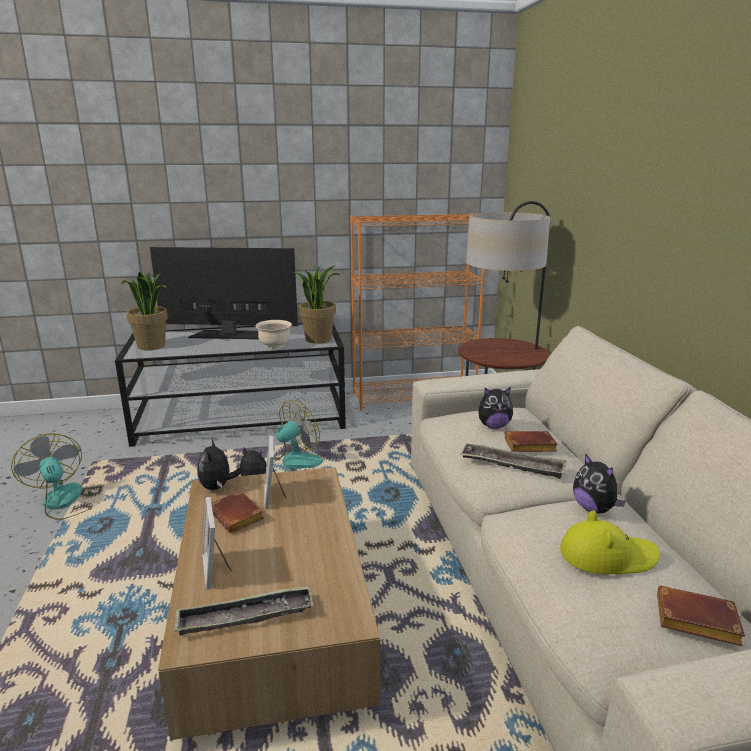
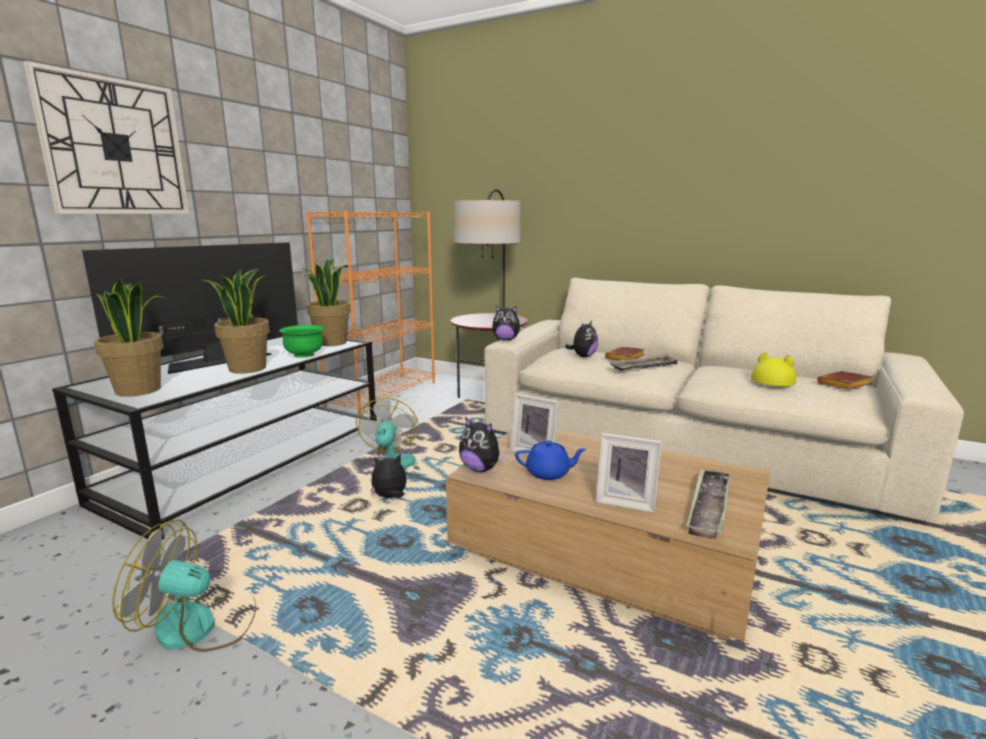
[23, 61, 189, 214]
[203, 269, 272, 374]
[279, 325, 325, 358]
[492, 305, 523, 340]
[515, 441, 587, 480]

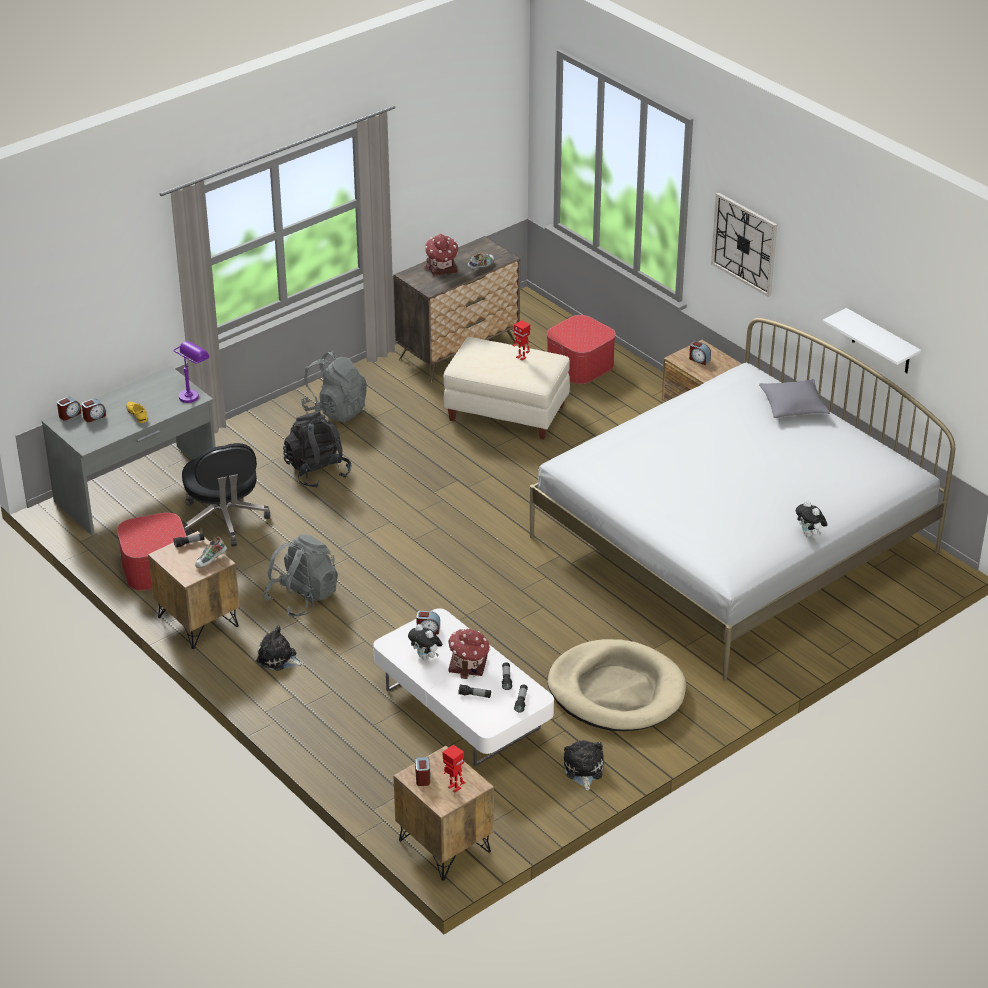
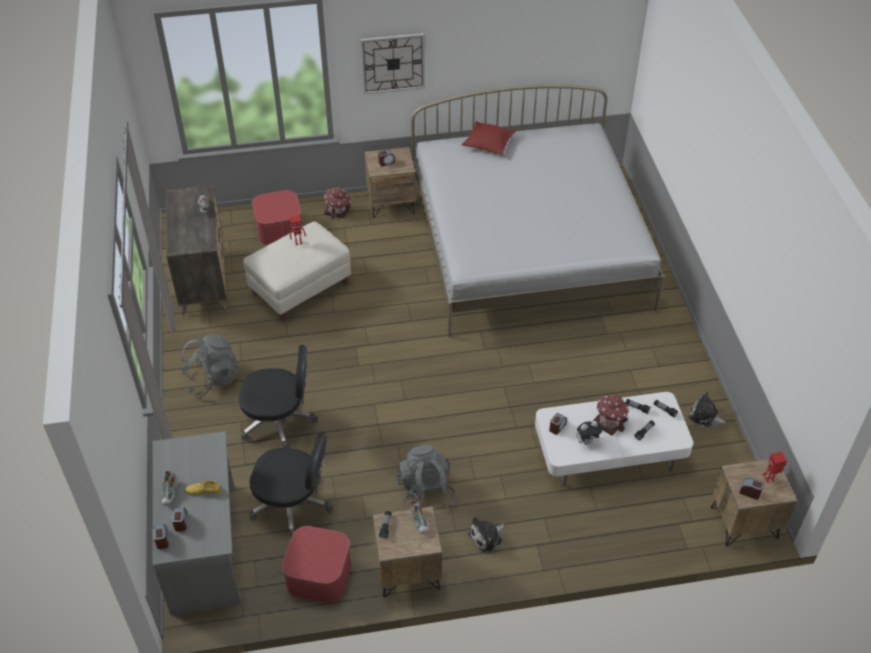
[162, 471, 177, 506]
[239, 345, 318, 448]
[324, 188, 350, 220]
[462, 121, 516, 155]
[173, 341, 210, 403] (first image)
[547, 639, 686, 731] (first image)
[796, 501, 828, 537] (first image)
[823, 308, 921, 373] (first image)

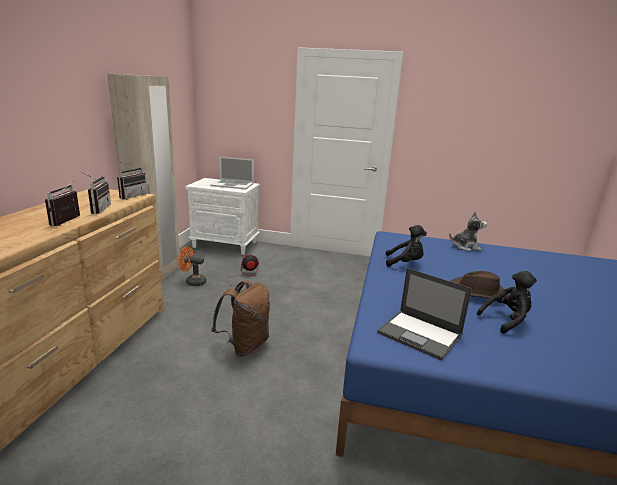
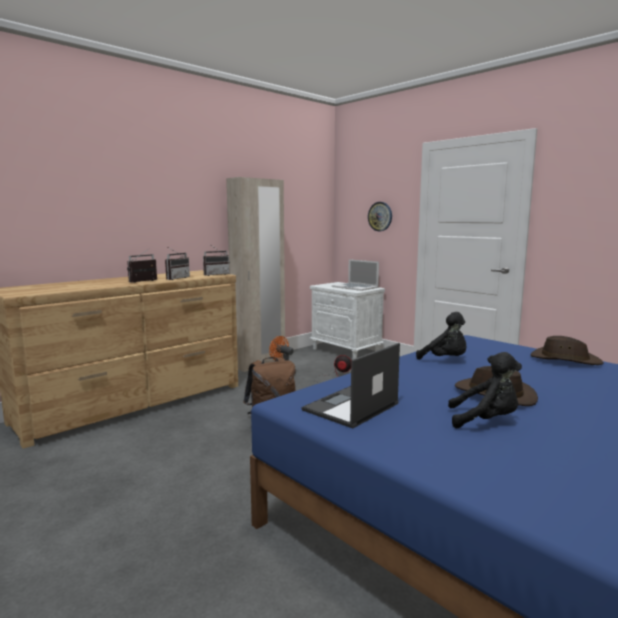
[302, 343, 400, 428]
[368, 202, 392, 231]
[531, 336, 604, 365]

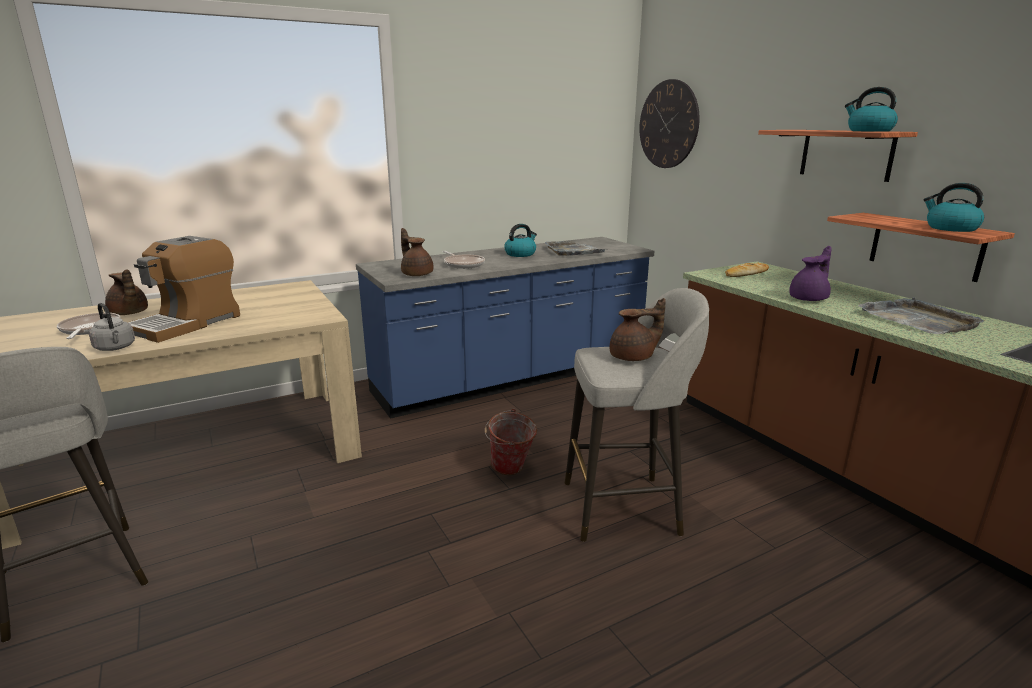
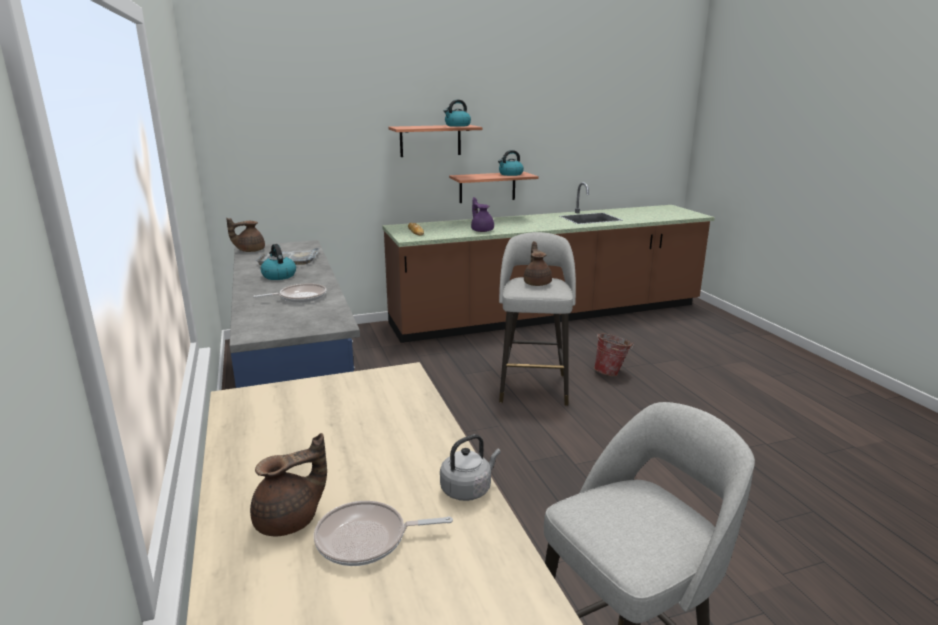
[226, 218, 265, 252]
[594, 334, 634, 376]
[128, 236, 240, 343] (first image)
[639, 79, 699, 168] (first image)
[858, 297, 984, 334] (first image)

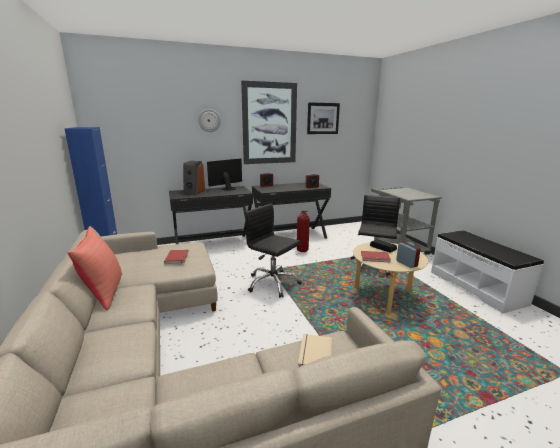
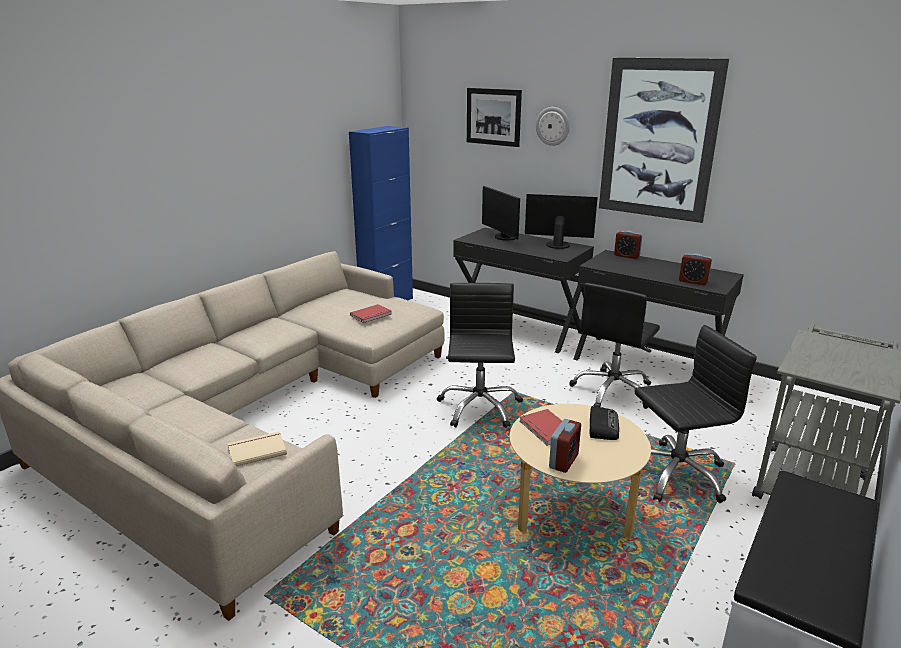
[467, 88, 522, 147]
[482, 186, 520, 241]
[569, 283, 660, 409]
[68, 226, 122, 310] (first image)

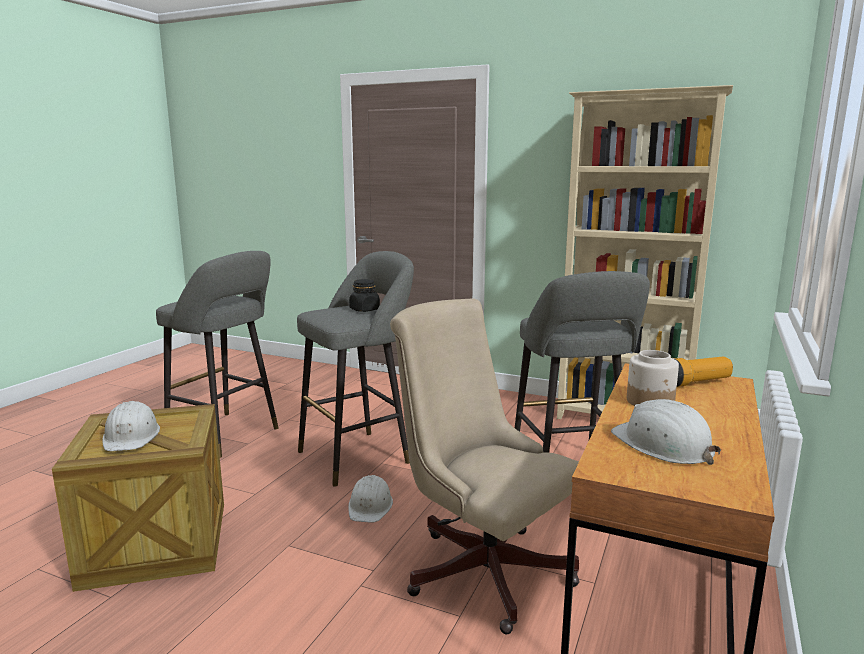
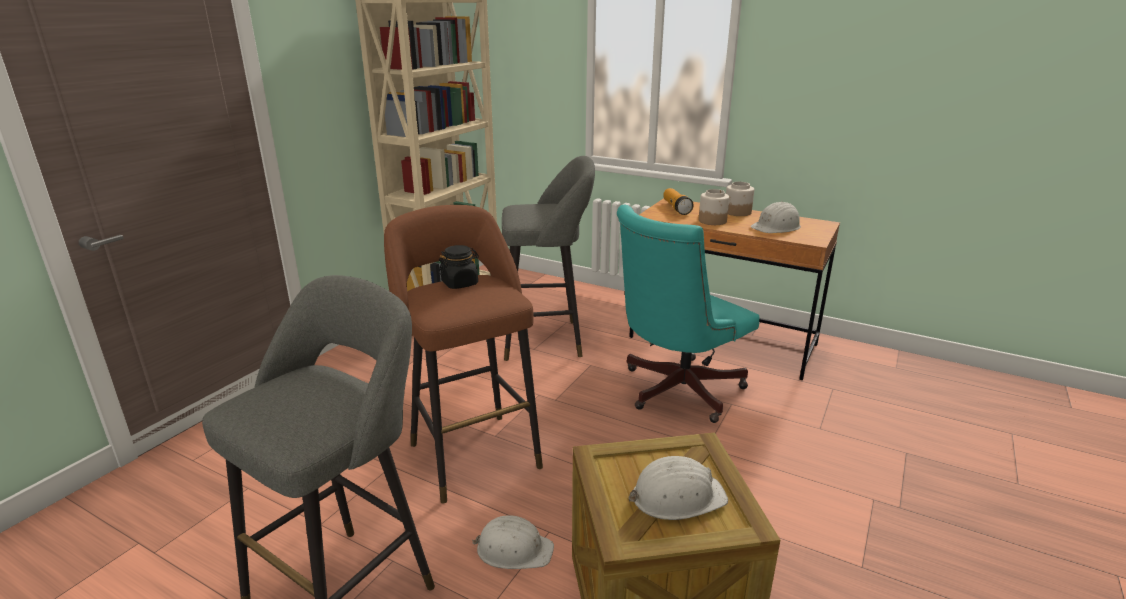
[384, 205, 543, 504]
[472, 515, 554, 569]
[617, 205, 759, 423]
[726, 182, 754, 216]

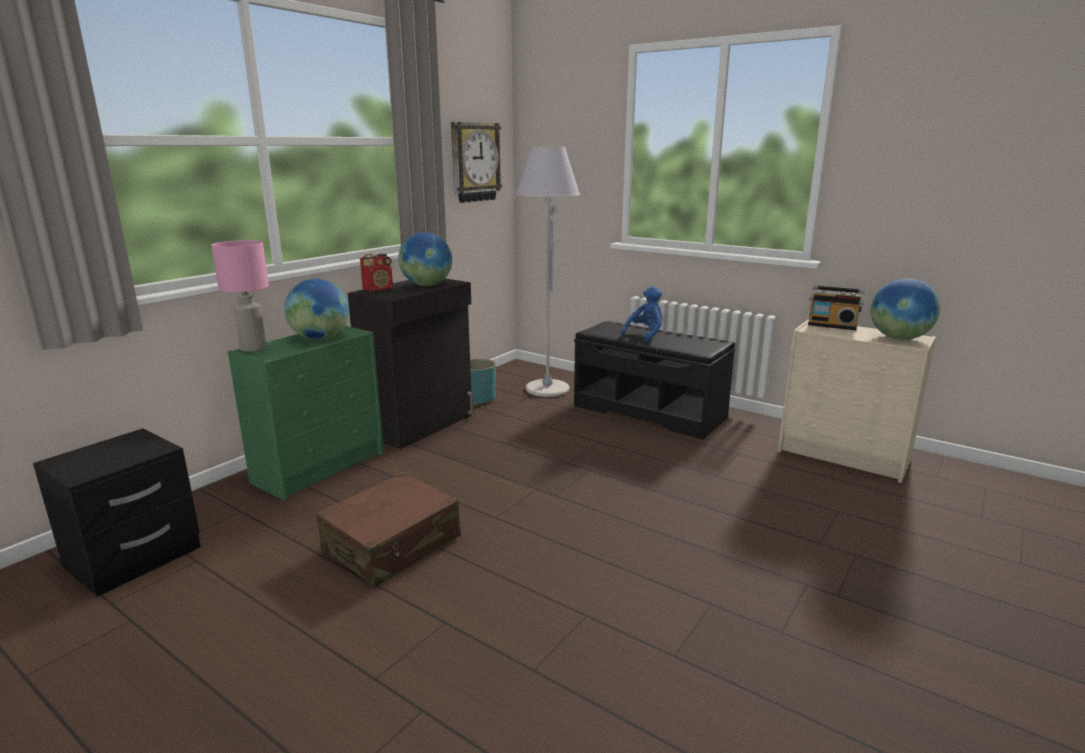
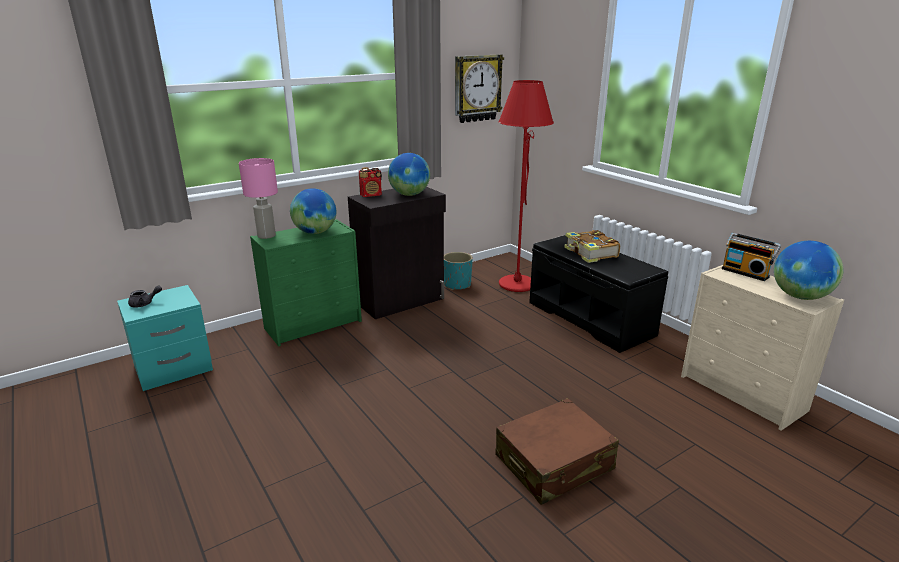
[117, 285, 213, 391]
[128, 286, 162, 307]
[495, 398, 619, 505]
[498, 80, 554, 292]
[564, 230, 620, 263]

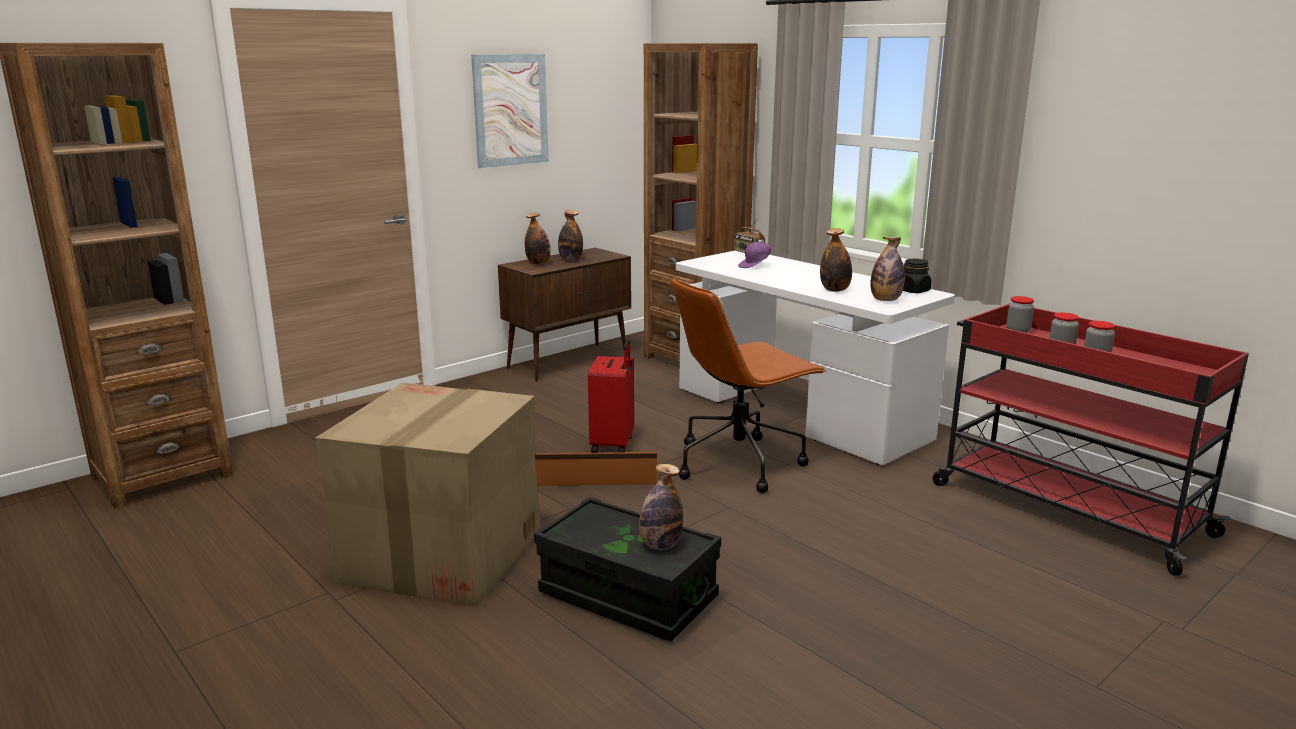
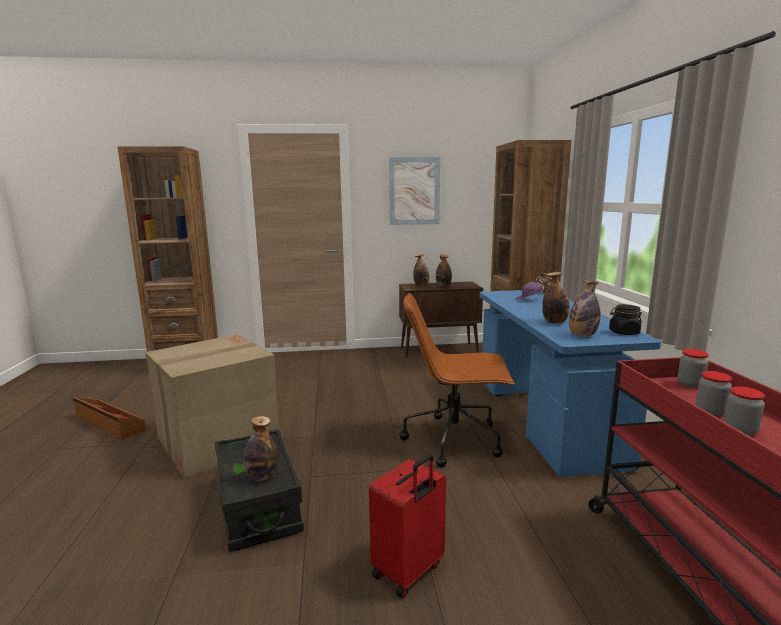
[73, 397, 146, 440]
[369, 454, 446, 598]
[480, 290, 661, 477]

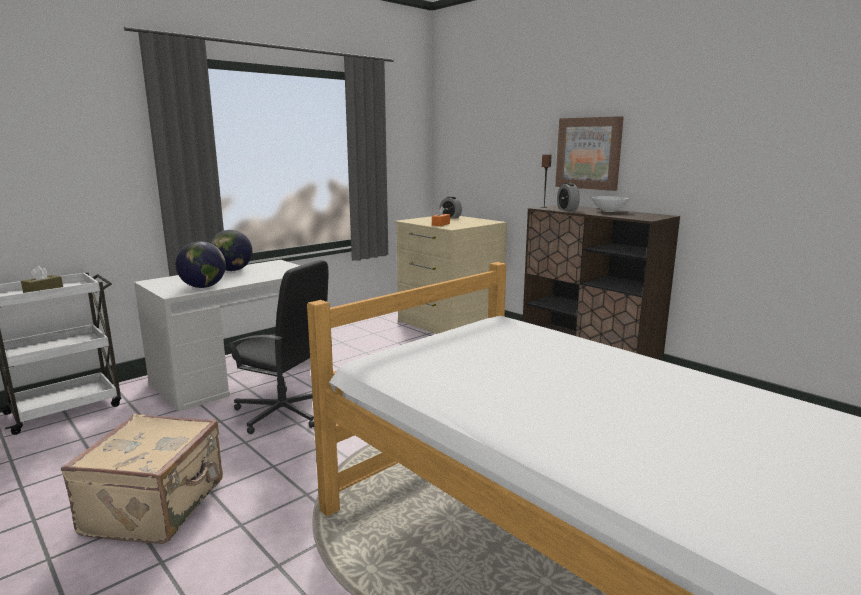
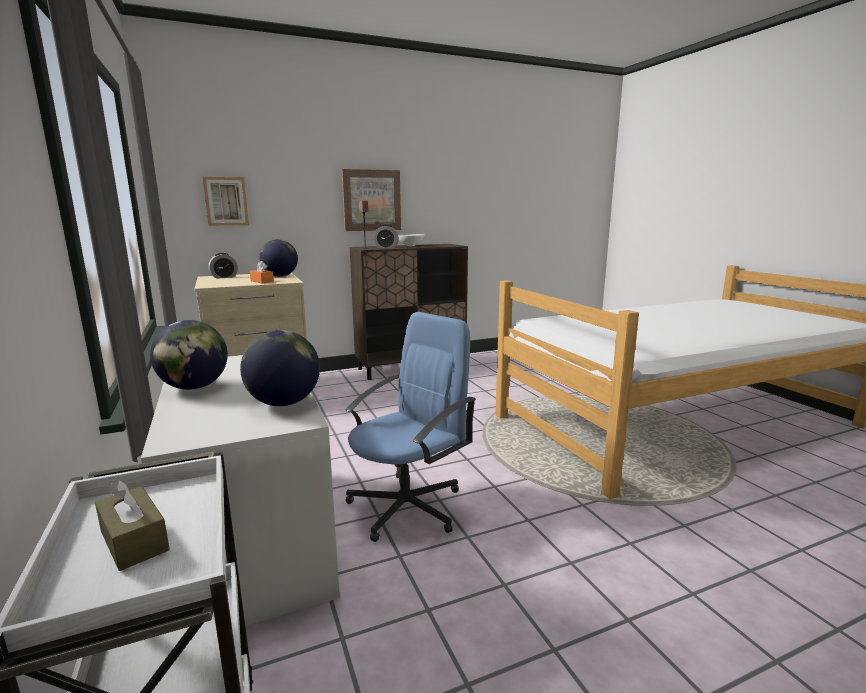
[203, 177, 249, 226]
[259, 239, 298, 277]
[345, 312, 476, 542]
[61, 414, 223, 544] (first image)

